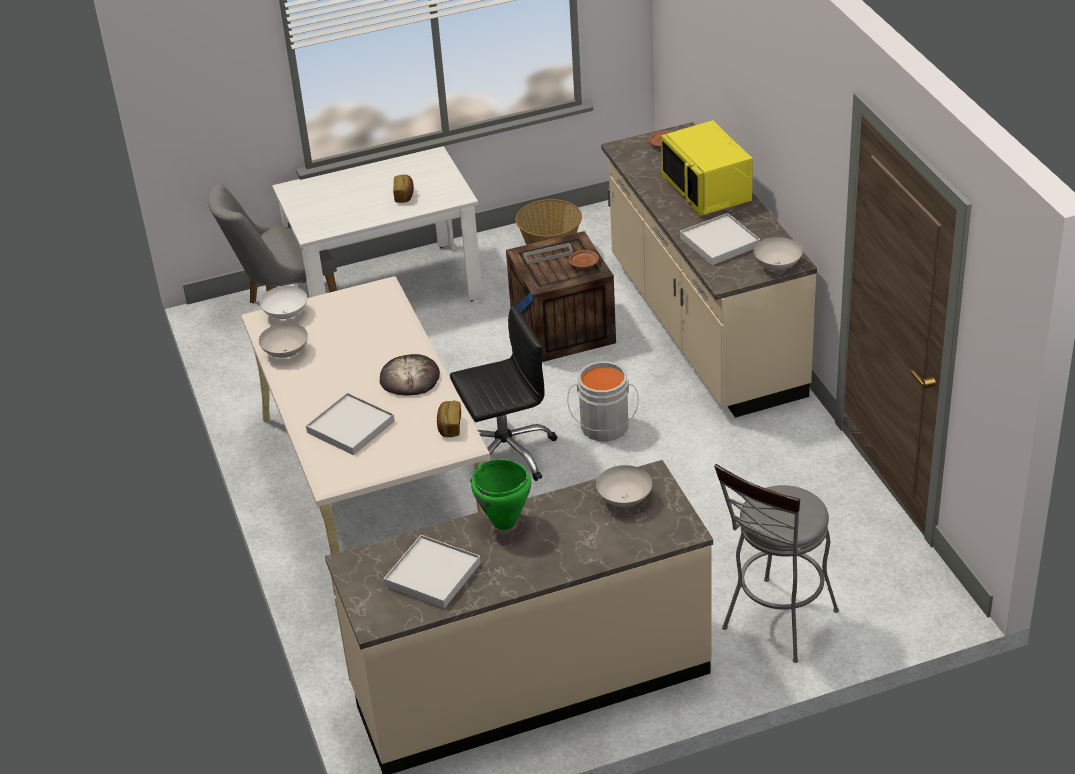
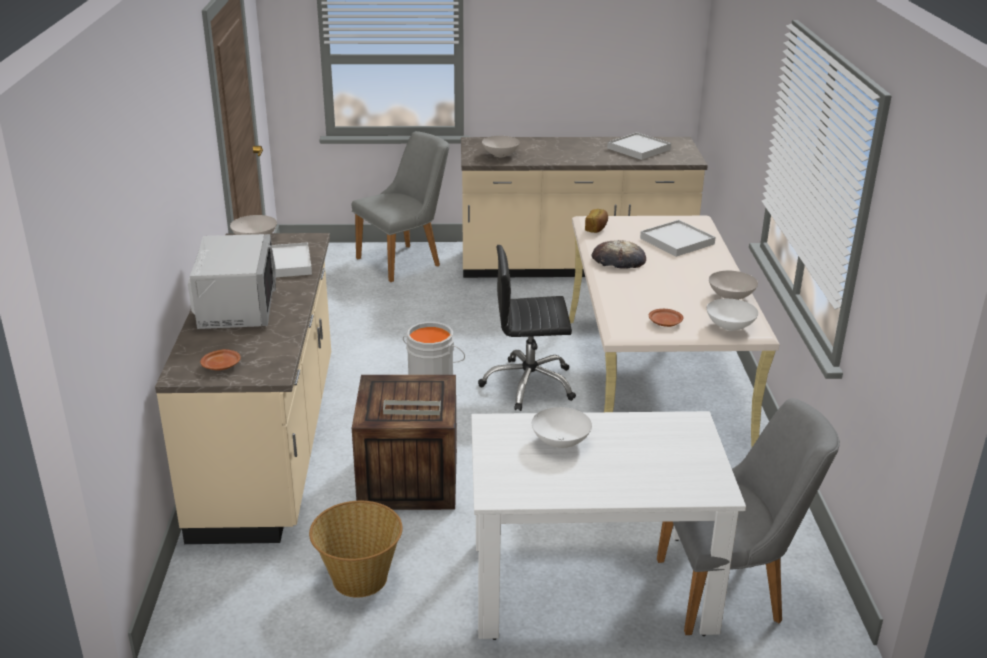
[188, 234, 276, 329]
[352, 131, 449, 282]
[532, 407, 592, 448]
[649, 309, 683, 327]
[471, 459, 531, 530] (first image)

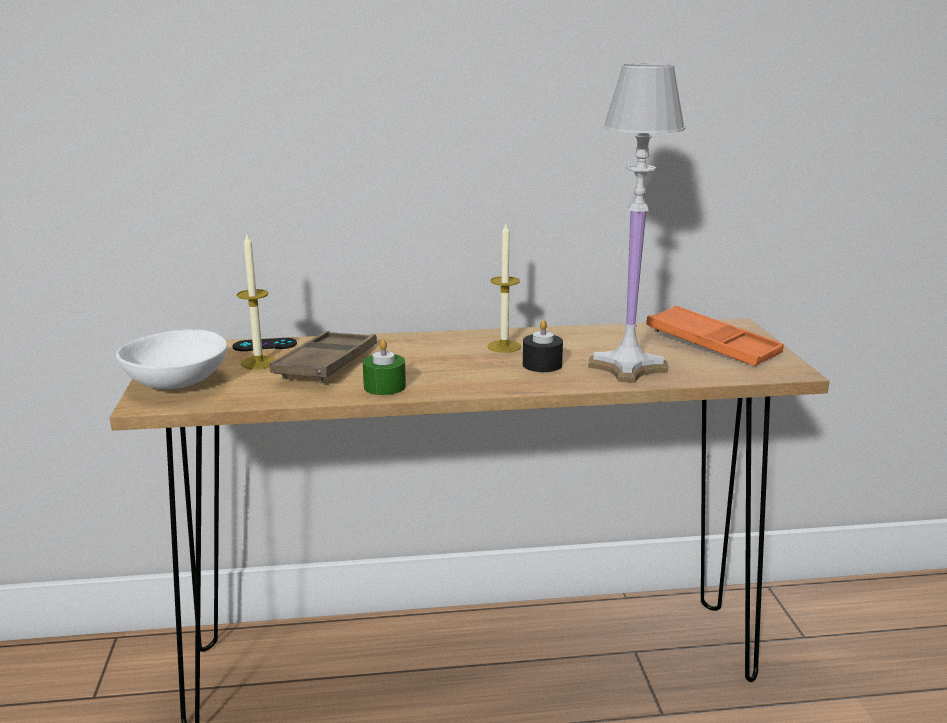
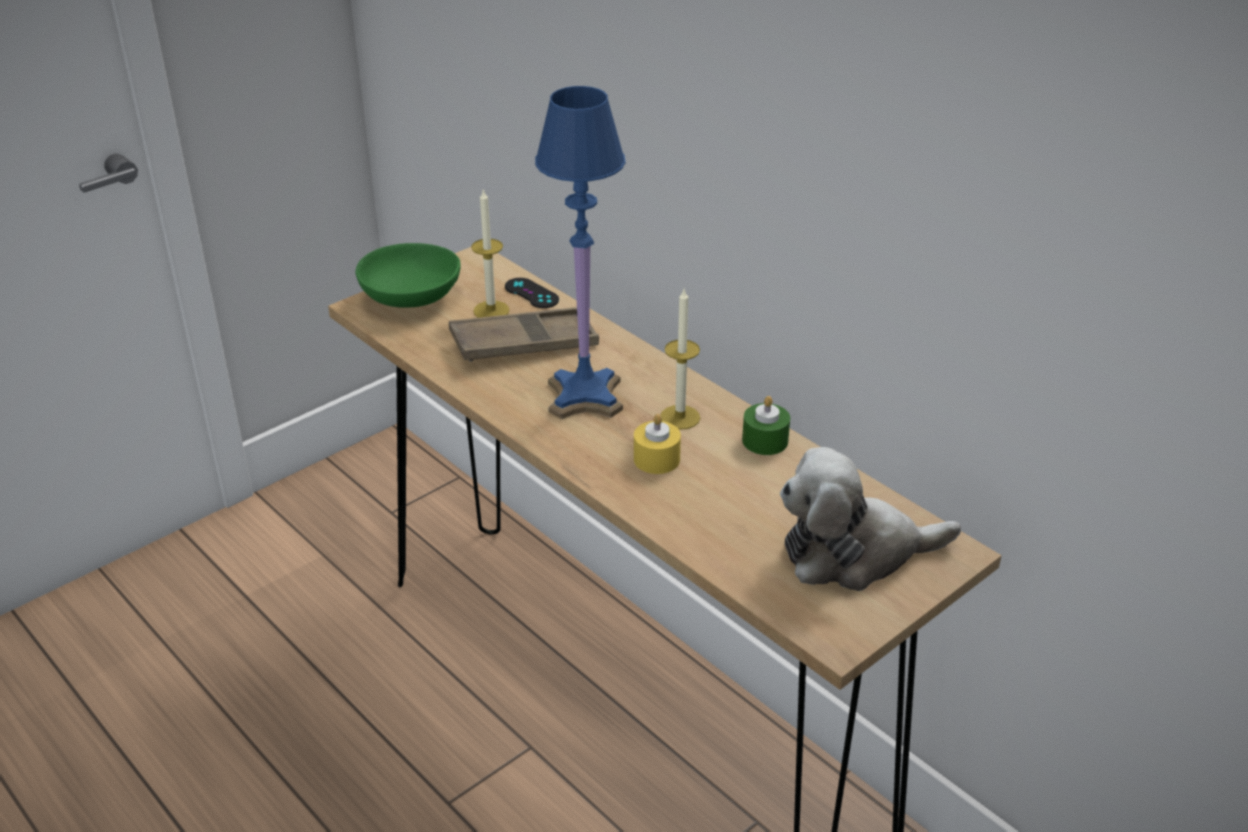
[356, 243, 461, 308]
[535, 86, 625, 419]
[634, 414, 681, 474]
[742, 396, 790, 455]
[780, 447, 961, 591]
[588, 64, 685, 383] (first image)

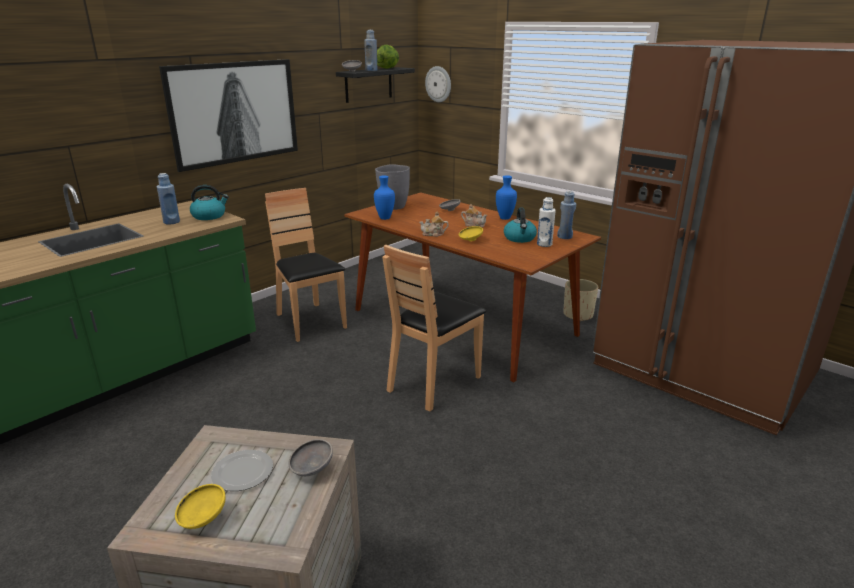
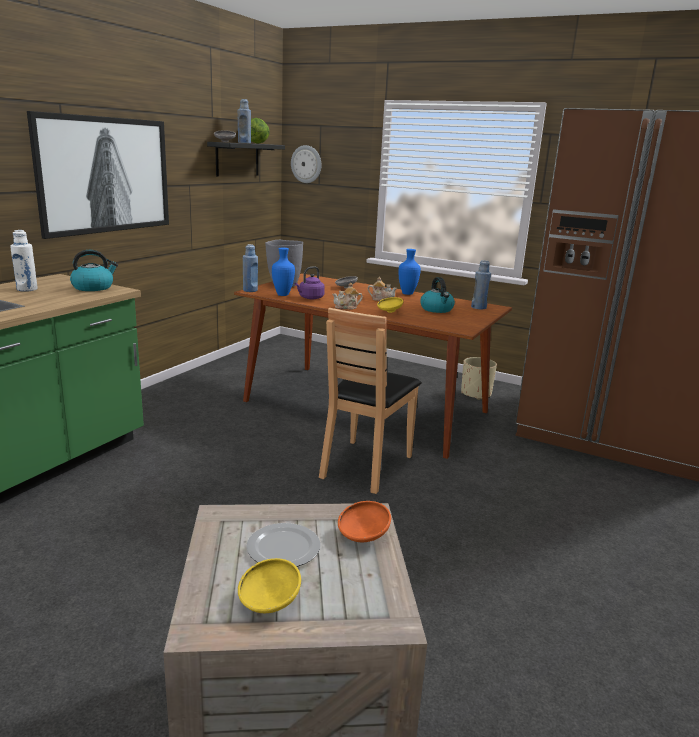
[10, 230, 38, 292]
[243, 244, 258, 292]
[295, 266, 325, 299]
[338, 501, 391, 542]
[265, 188, 347, 342] (first image)

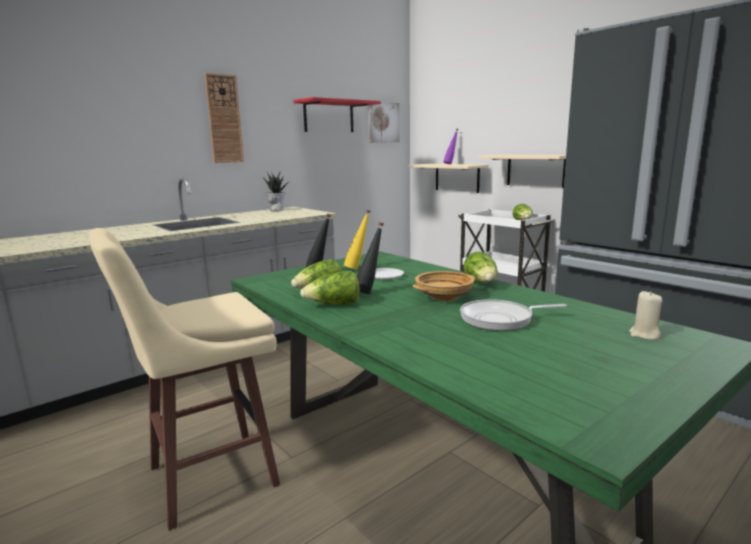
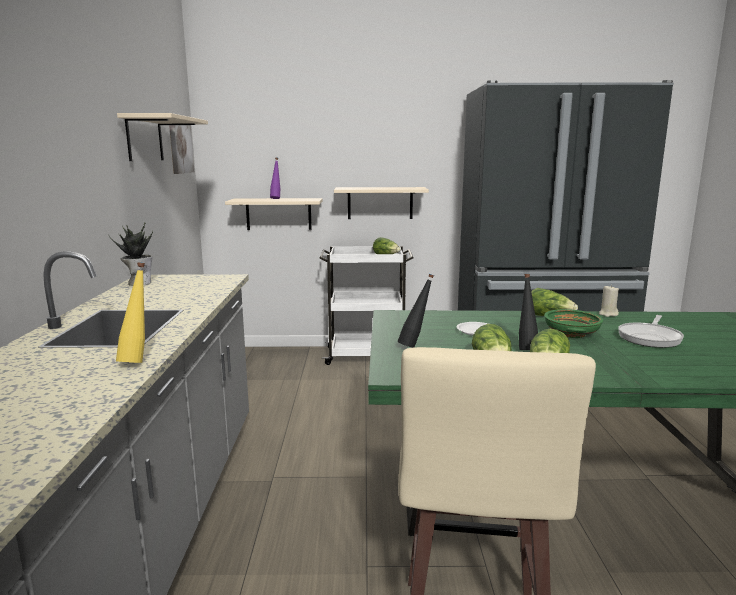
[116, 262, 145, 363]
[117, 113, 208, 161]
[544, 309, 603, 338]
[599, 285, 619, 317]
[204, 73, 244, 163] (first image)

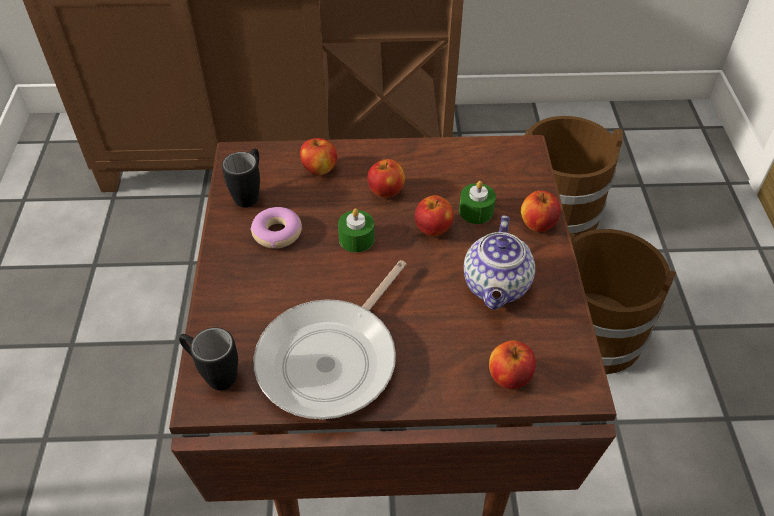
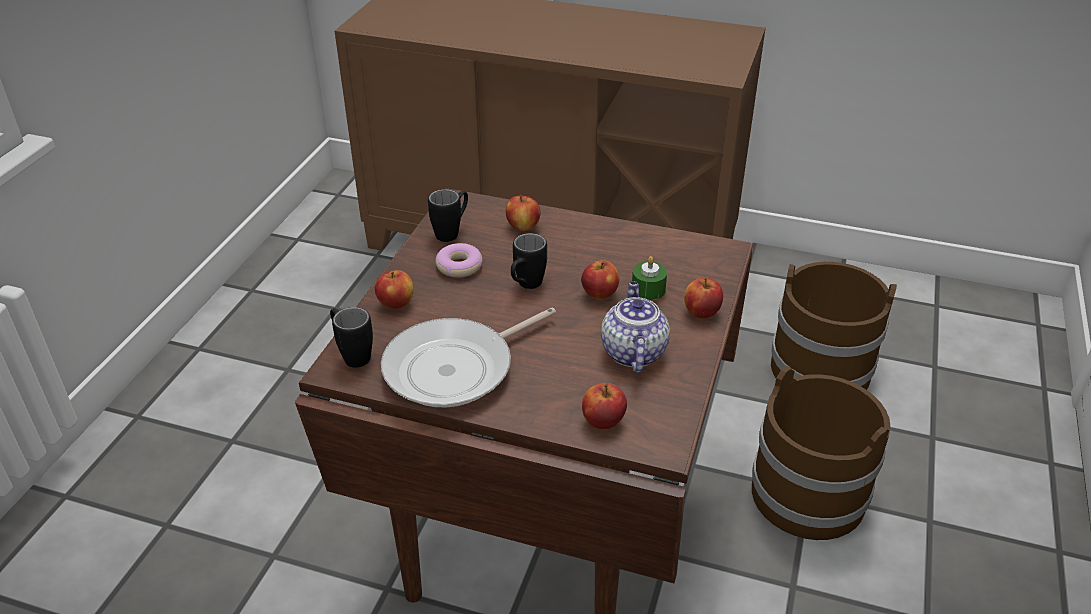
[375, 270, 414, 309]
[511, 233, 547, 289]
[601, 281, 670, 373]

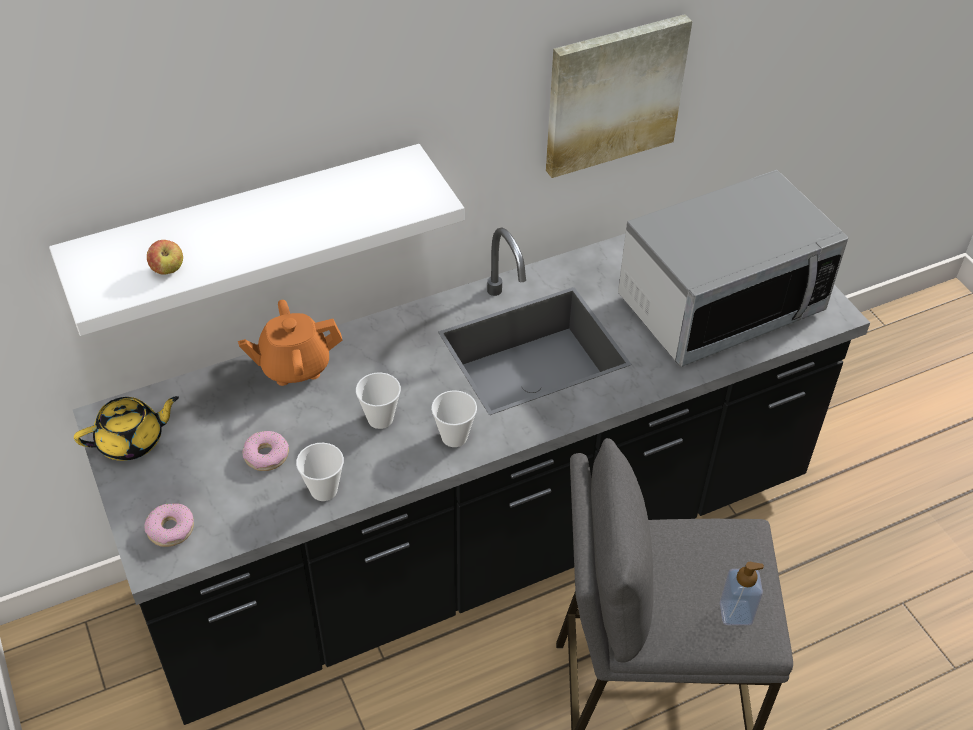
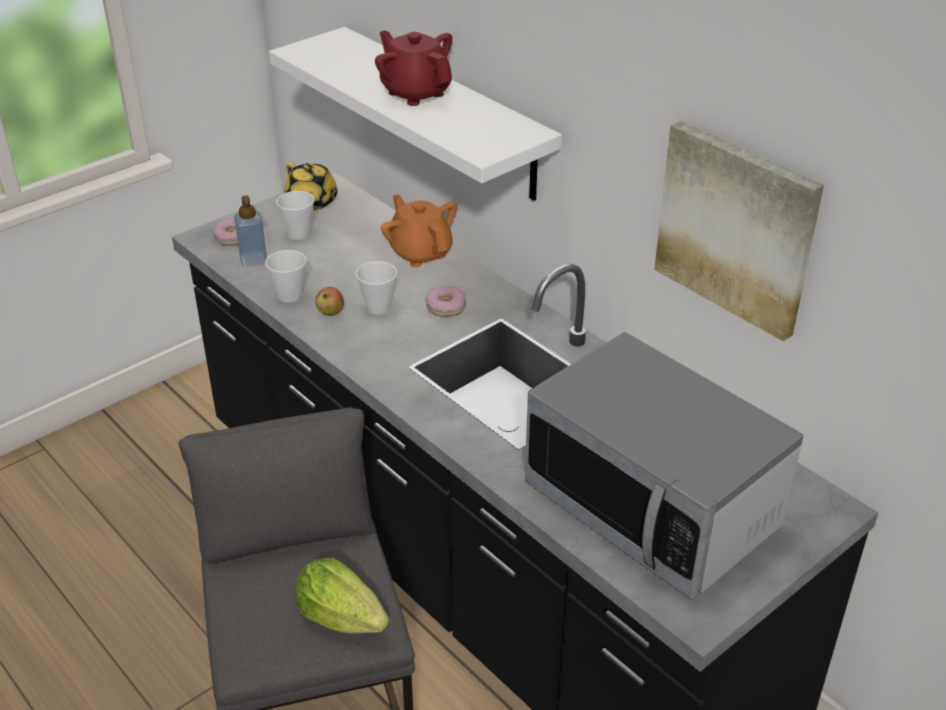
[234, 196, 267, 267]
[276, 191, 314, 240]
[295, 558, 389, 634]
[315, 287, 344, 316]
[375, 30, 452, 106]
[425, 286, 466, 317]

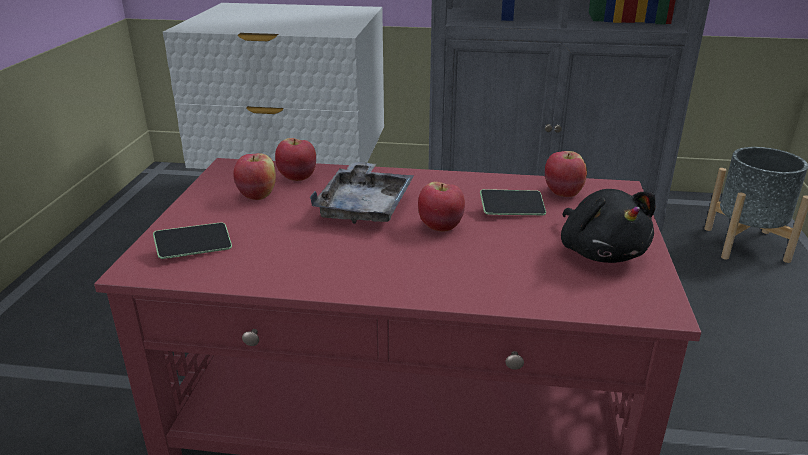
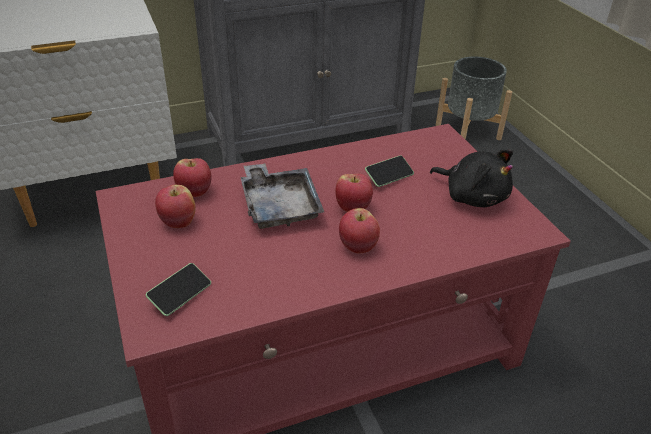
[339, 208, 380, 253]

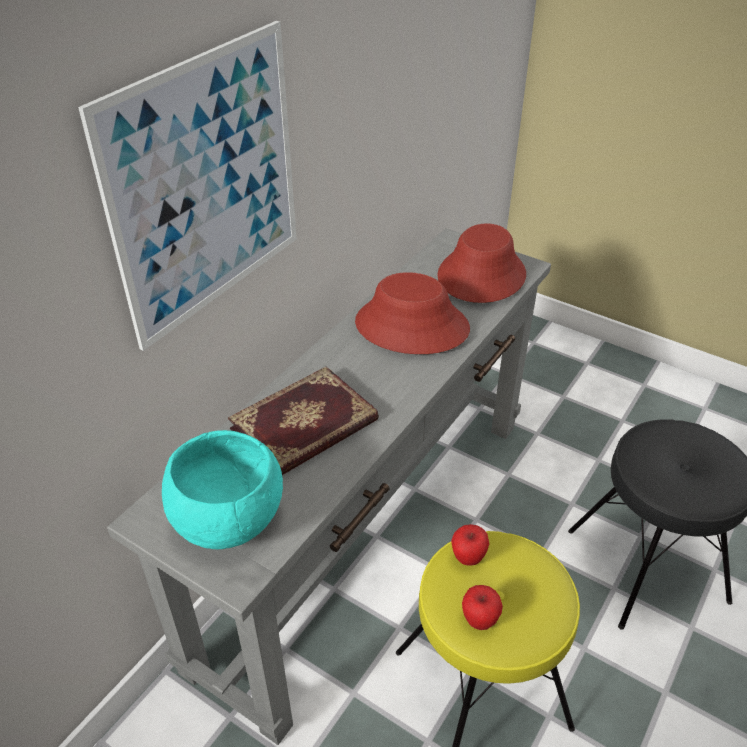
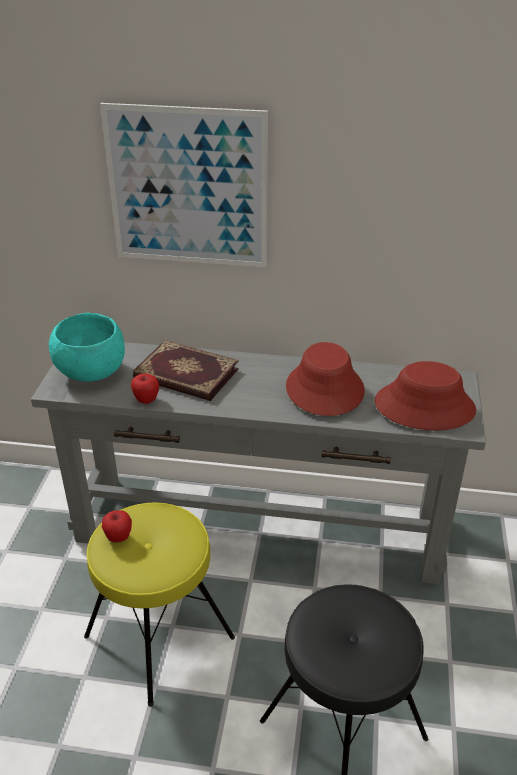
[131, 373, 159, 404]

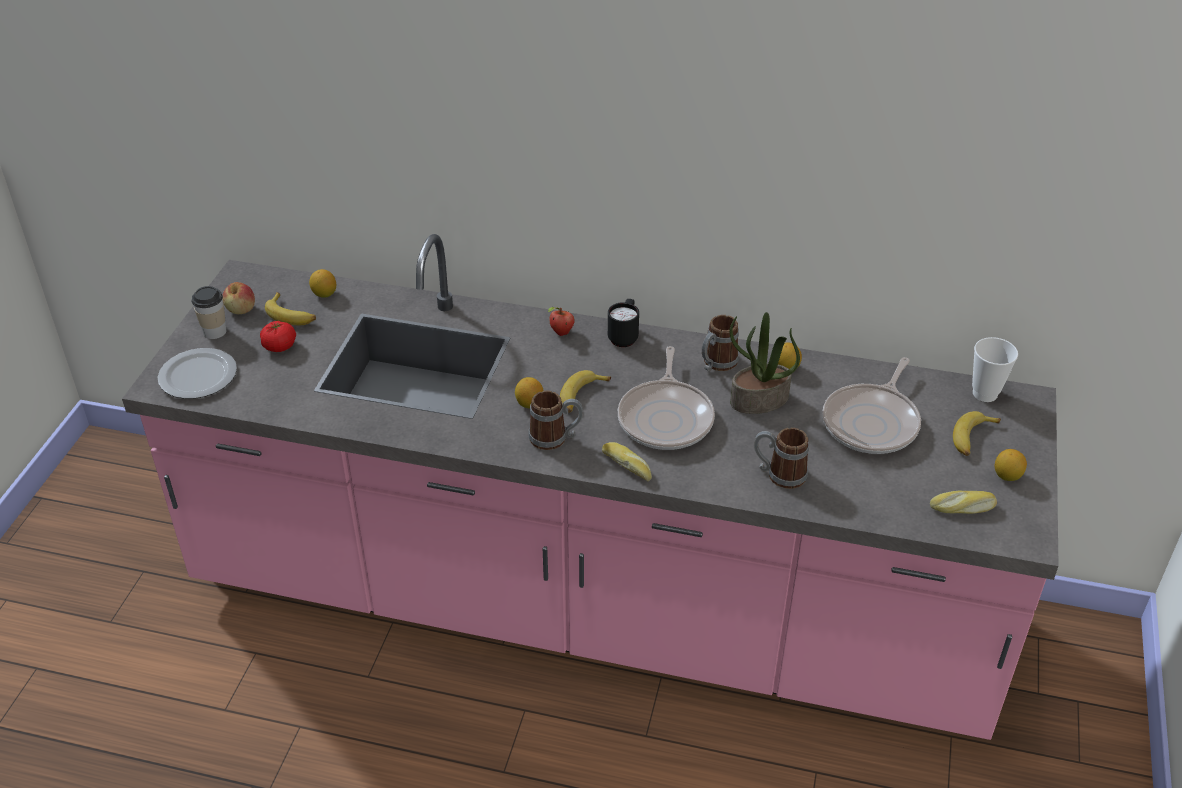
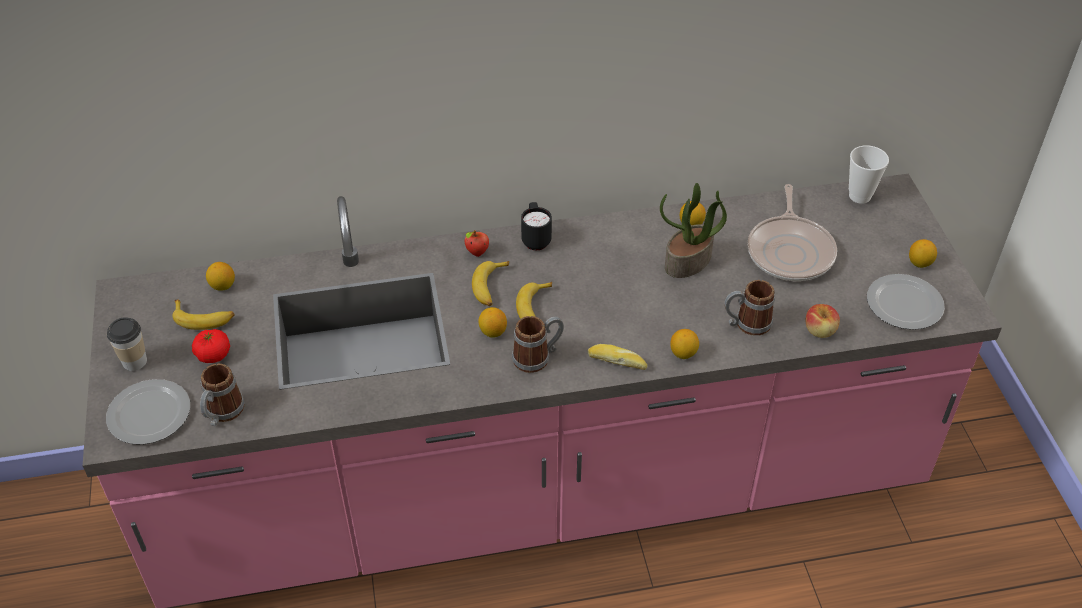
[200, 364, 245, 426]
[472, 261, 509, 306]
[670, 329, 699, 359]
[806, 304, 840, 338]
[867, 274, 945, 330]
[618, 346, 715, 450] (first image)

